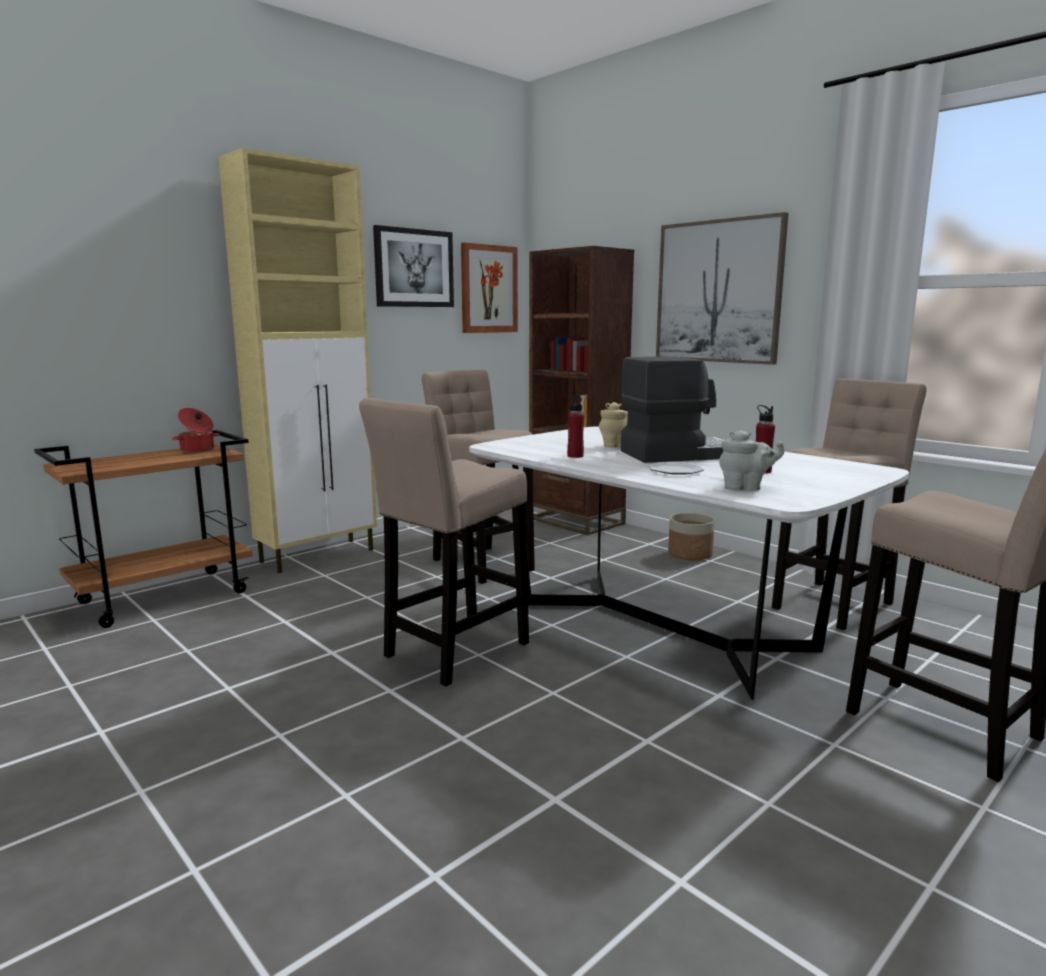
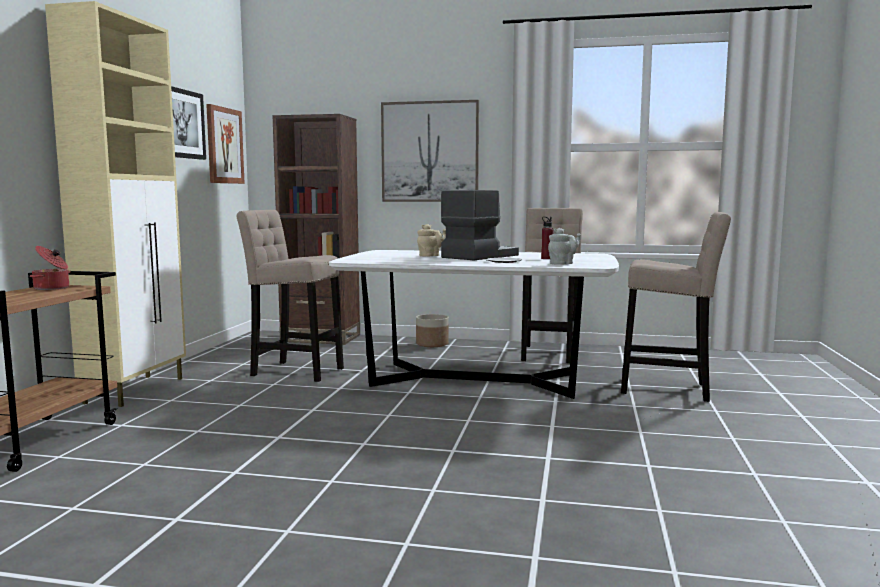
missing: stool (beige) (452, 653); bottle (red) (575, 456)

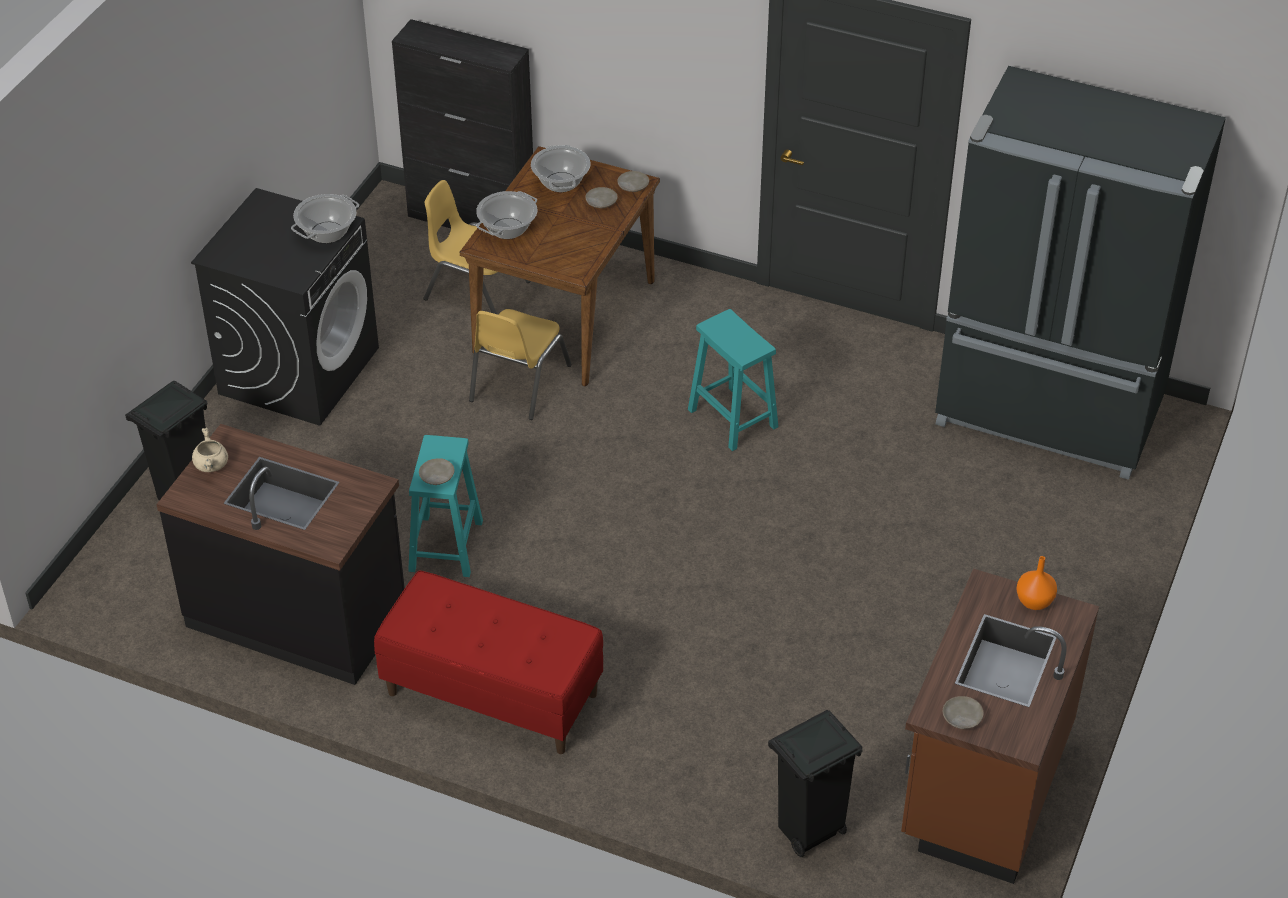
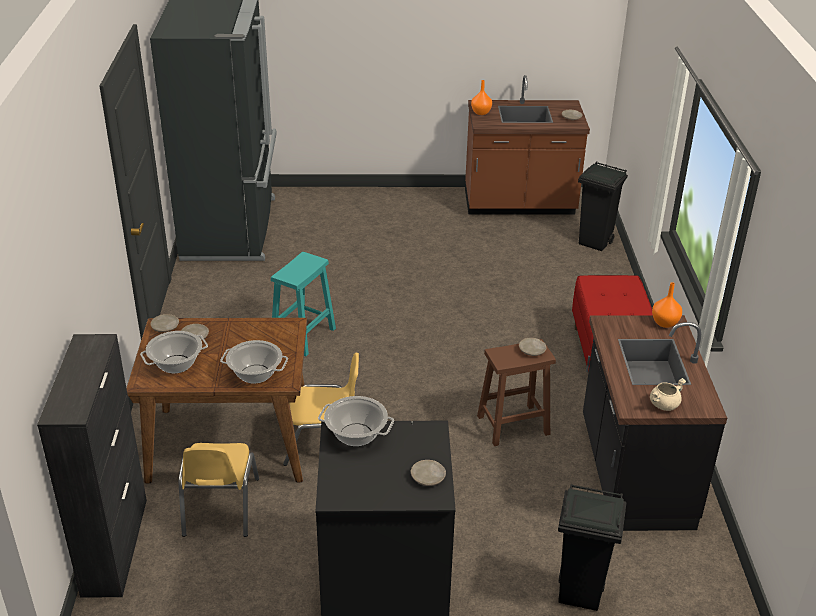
appeared: plate (beige) (428, 477); vase (orange) (665, 323)
colour: stool (turquoise) (446, 544) to stool (brown) (512, 425)

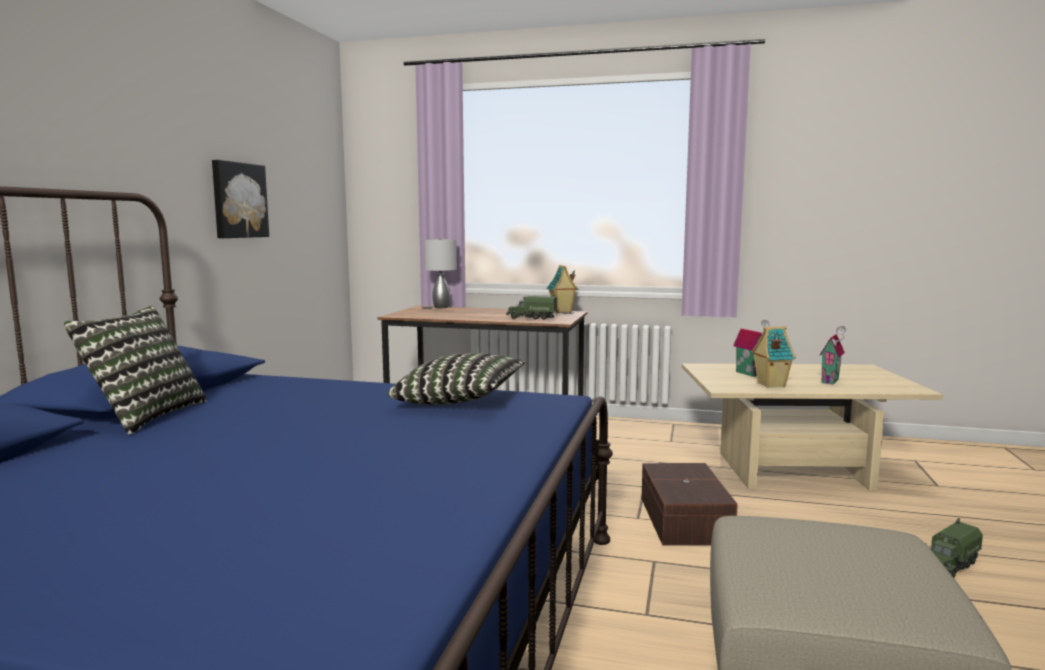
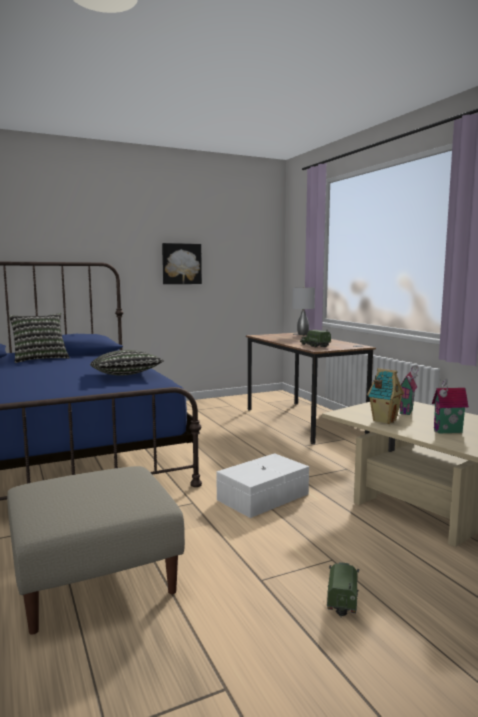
missing: toy house (561, 312)
colour: storage box (brown) (683, 520) to storage box (white) (261, 497)
spun: toy truck (948, 565) = (342, 597) 90 degrees clockwise

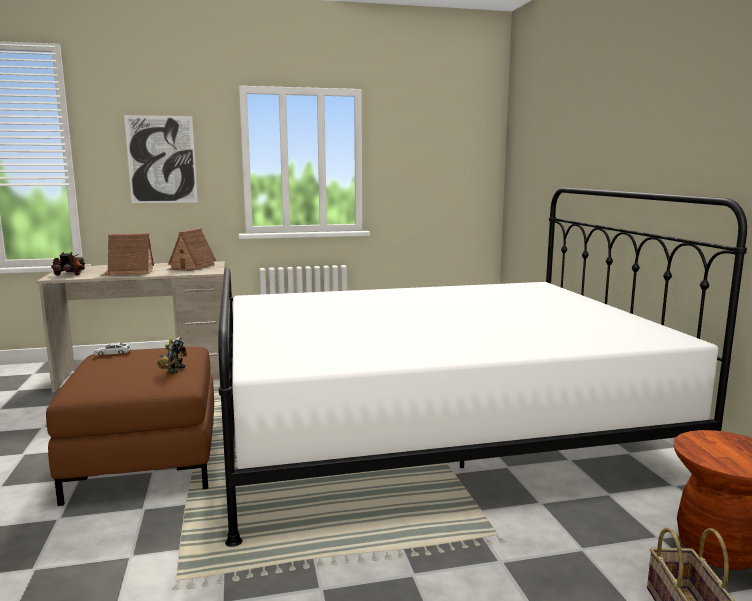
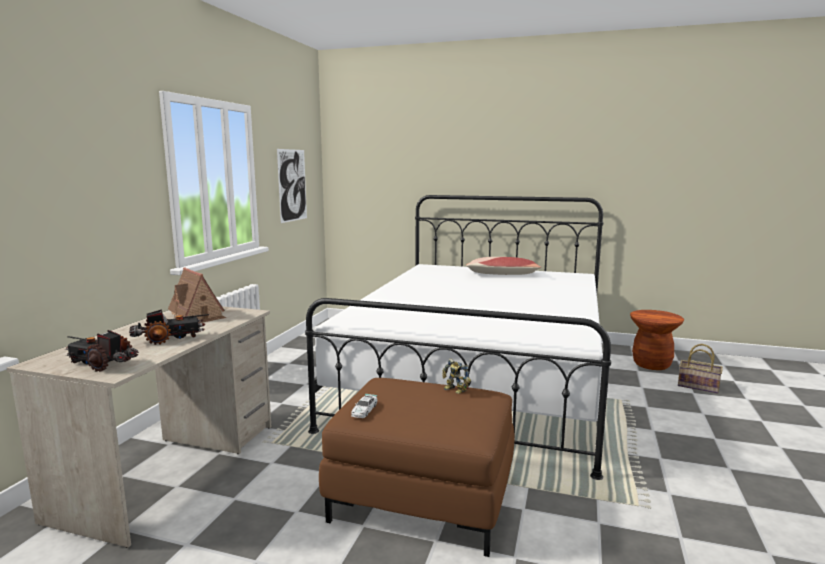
appeared: pillow (502, 274)
relocated: picture (161, 159) to (292, 185)
exchanged: toy house (128, 272) to toy truck (170, 339)

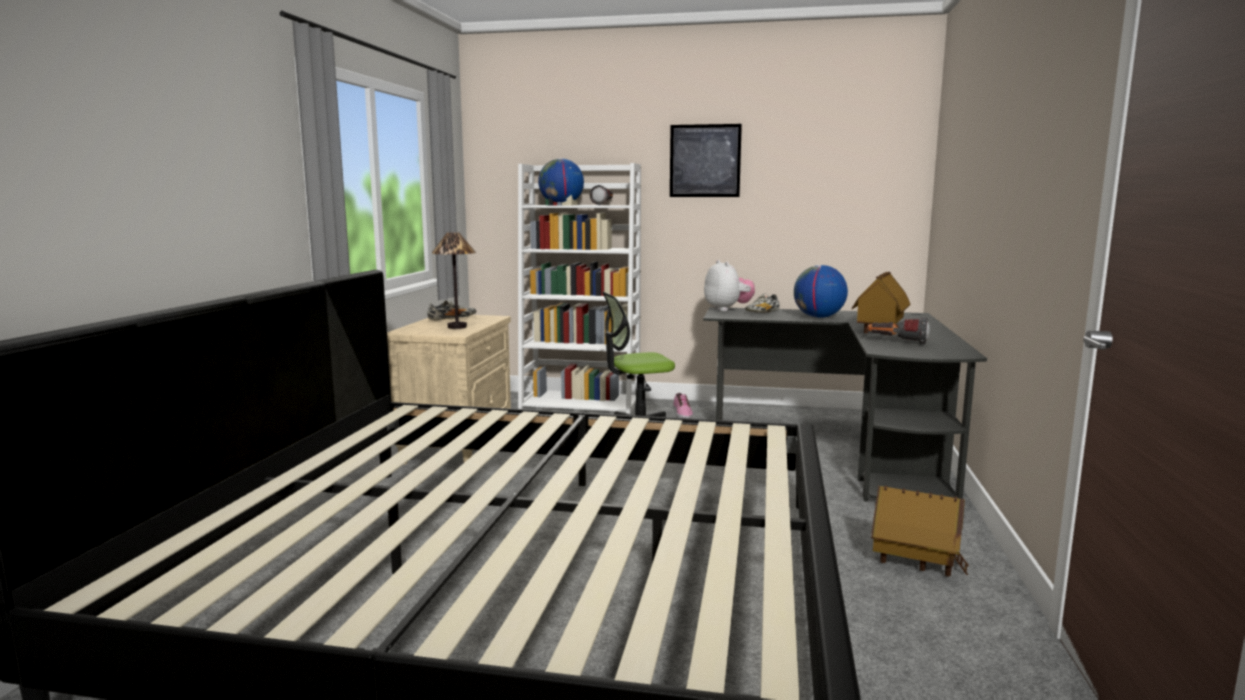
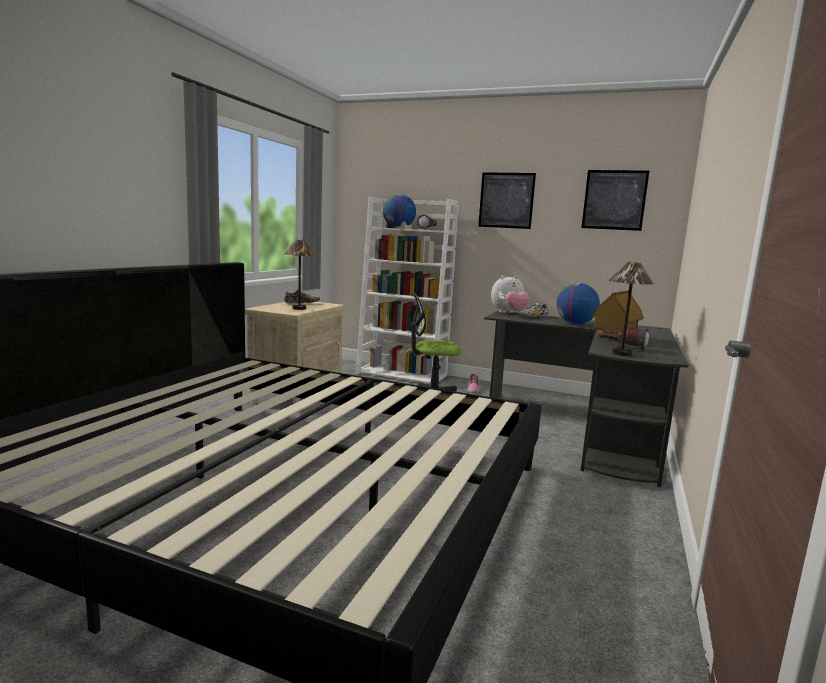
missing: toy house (915, 564)
appeared: picture (614, 200); table lamp (621, 353)
spun: plush toy (727, 309) = (509, 313) 75 degrees clockwise

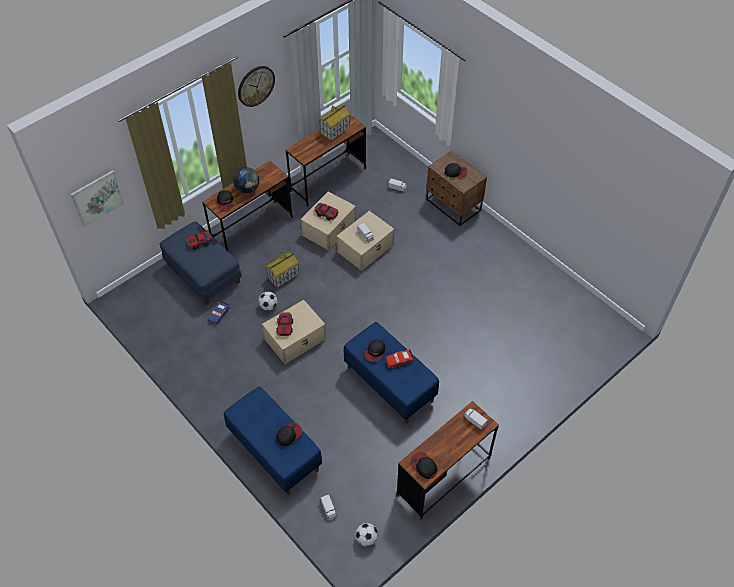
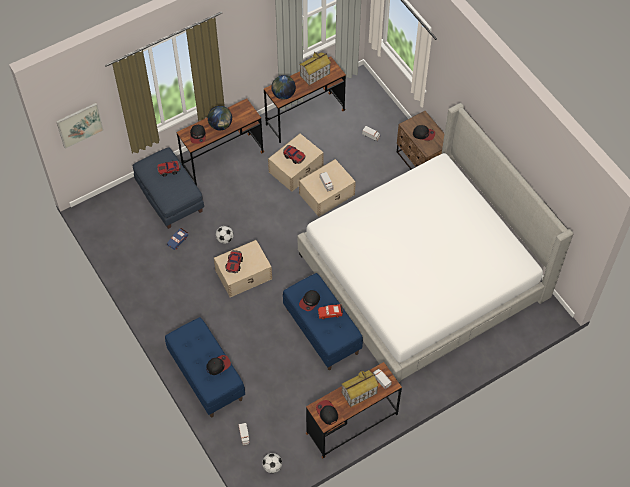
missing: wall clock (256, 86)
appeared: globe (283, 94); bed (423, 275)
relocated: toy house (283, 276) to (359, 393)

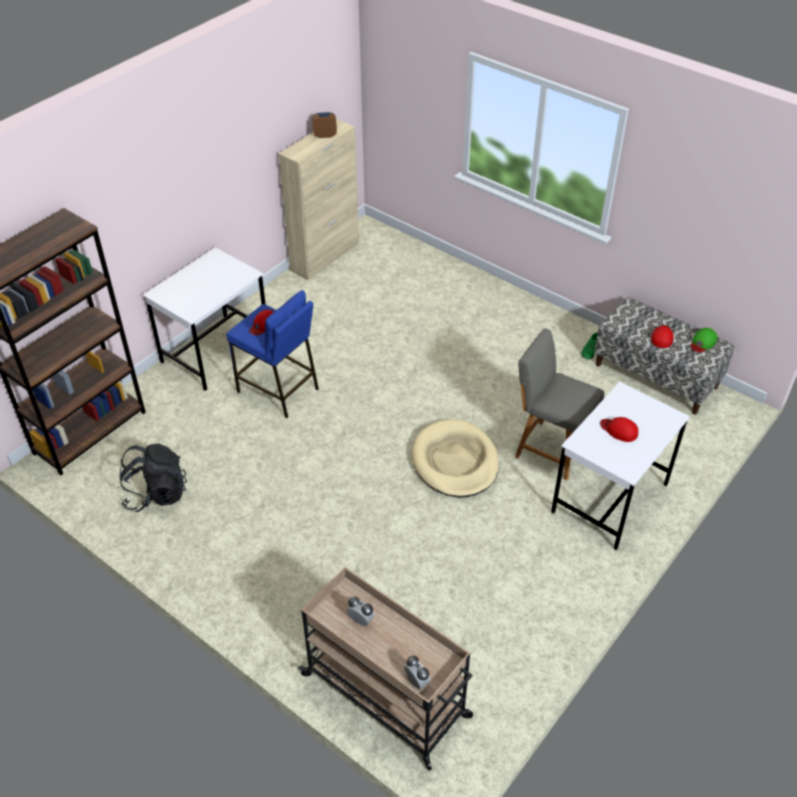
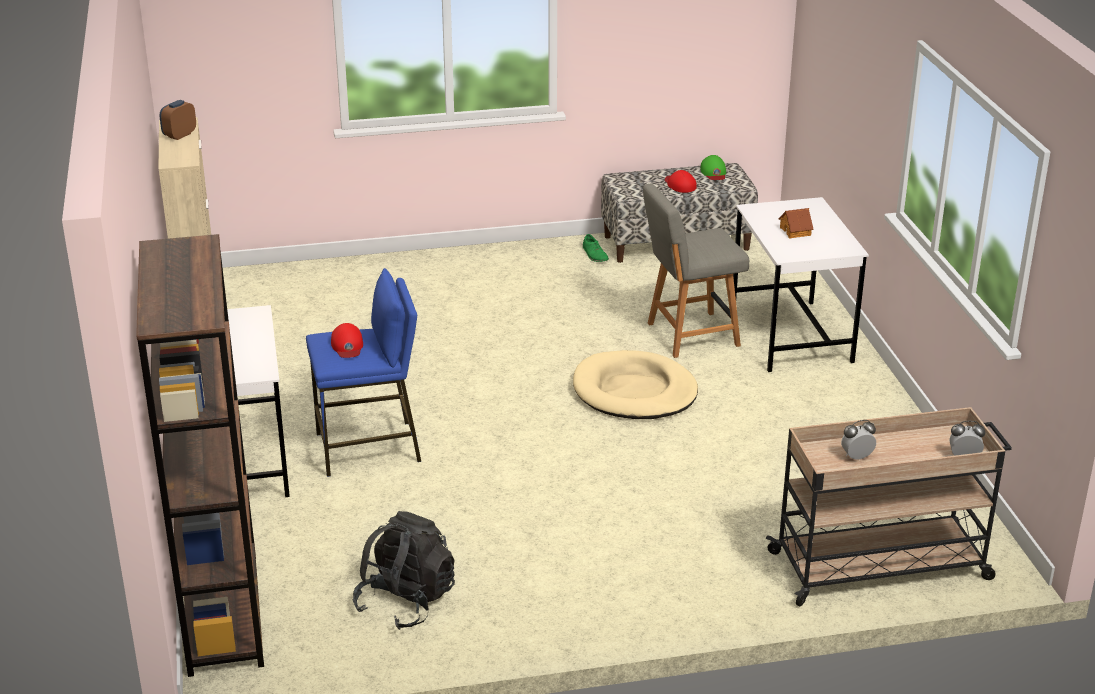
exchanged: cap (red) (619, 430) to toy house (795, 231)

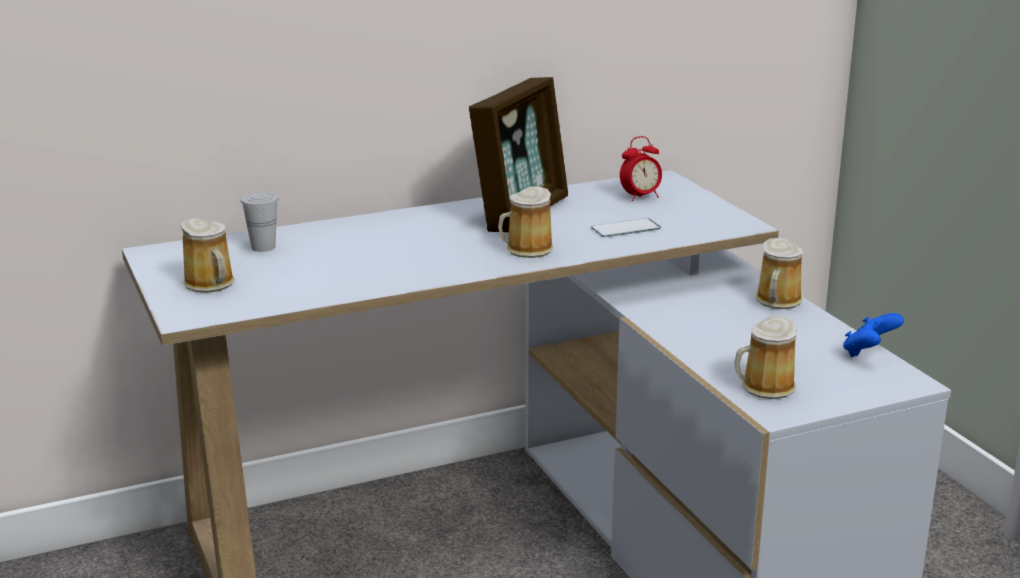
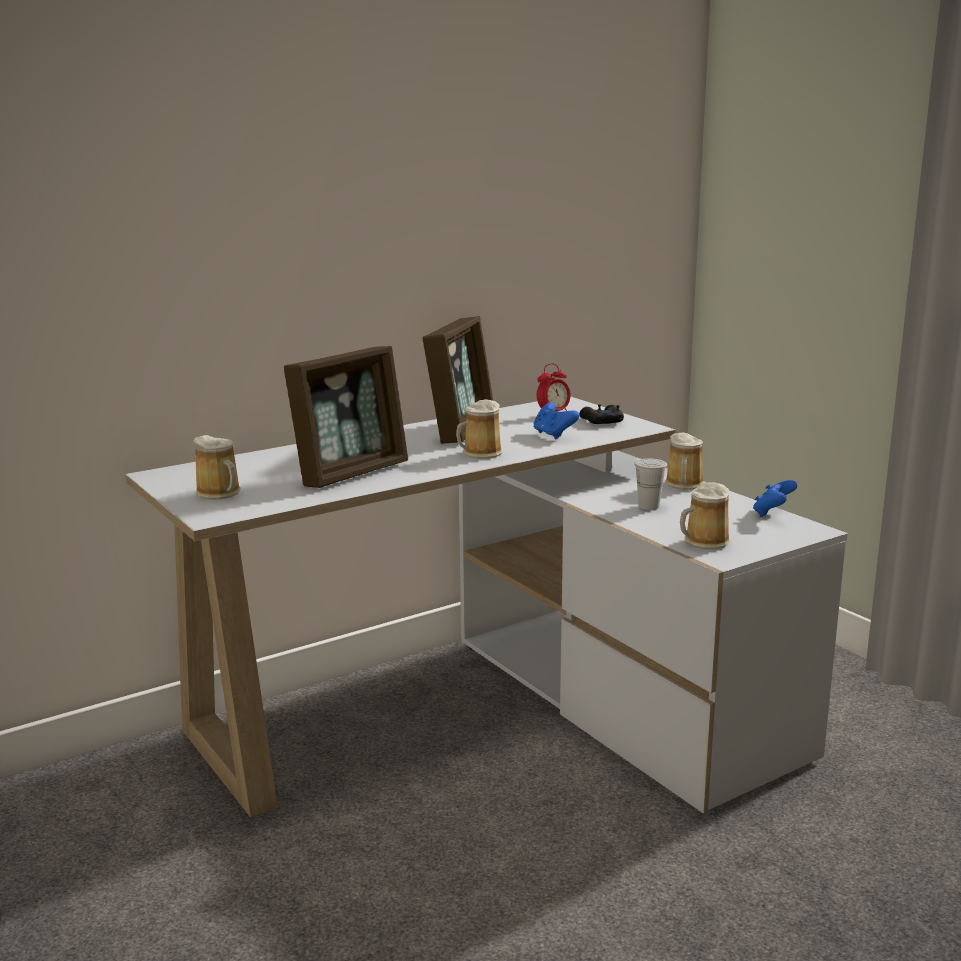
appeared: picture frame (351, 473); game controller (black) (601, 421)
relocated: cup (white) (263, 247) to (649, 506)
exchanged: phone (626, 228) to game controller (blue) (553, 435)

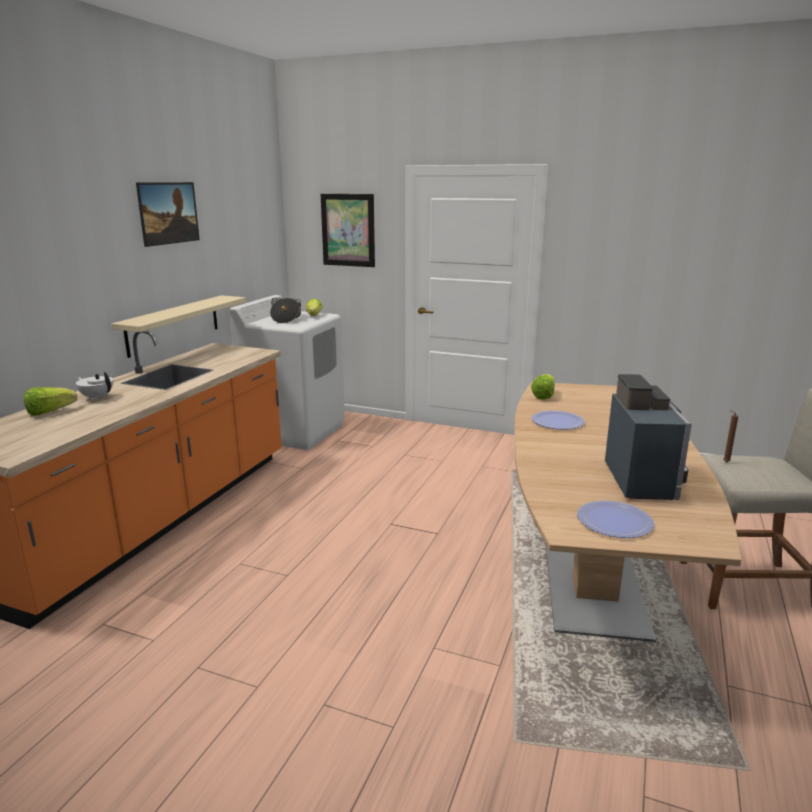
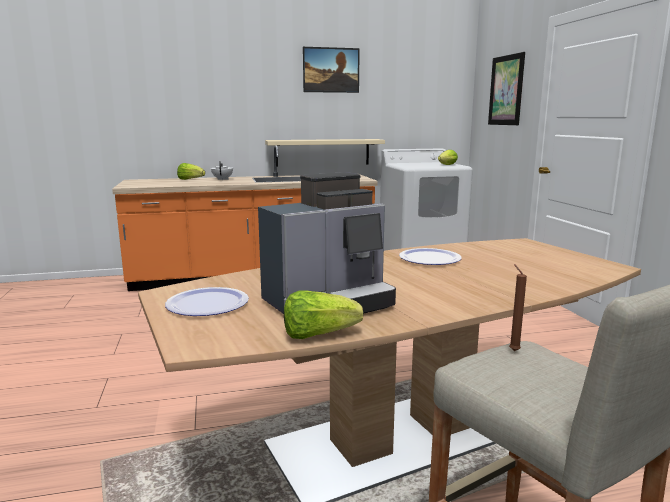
missing: cooking pot (286, 318)
relocated: lettuce (543, 396) to (318, 335)

